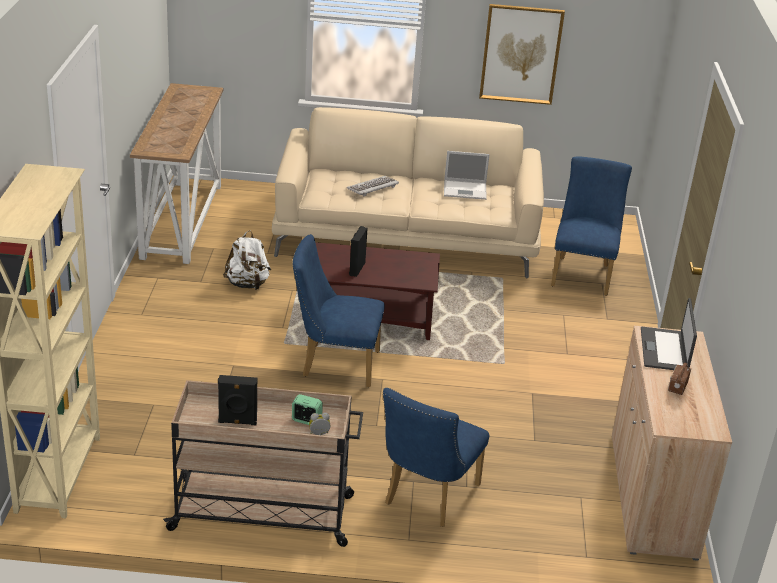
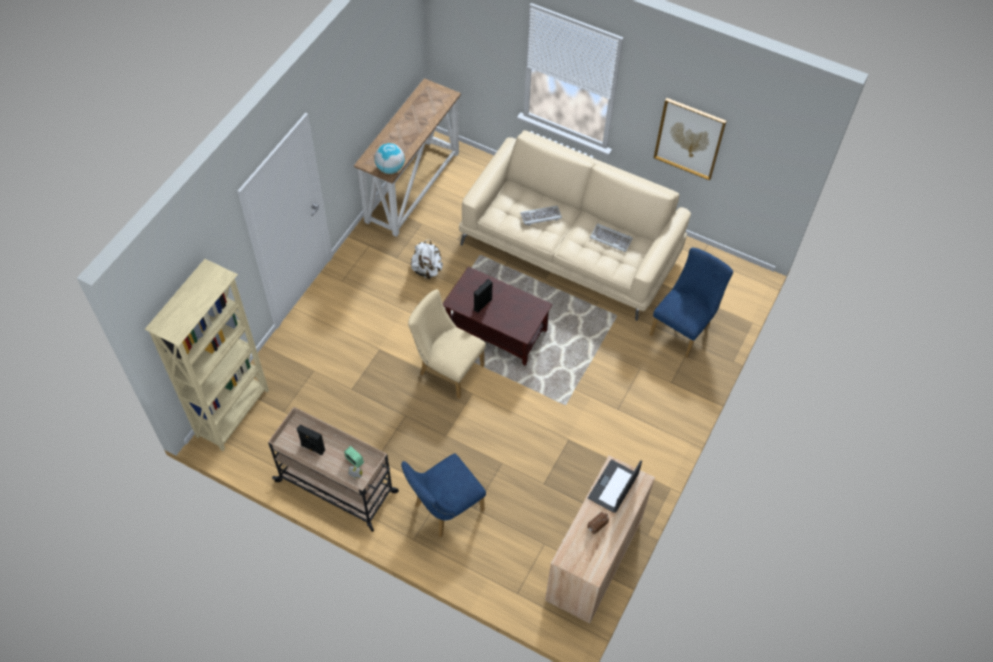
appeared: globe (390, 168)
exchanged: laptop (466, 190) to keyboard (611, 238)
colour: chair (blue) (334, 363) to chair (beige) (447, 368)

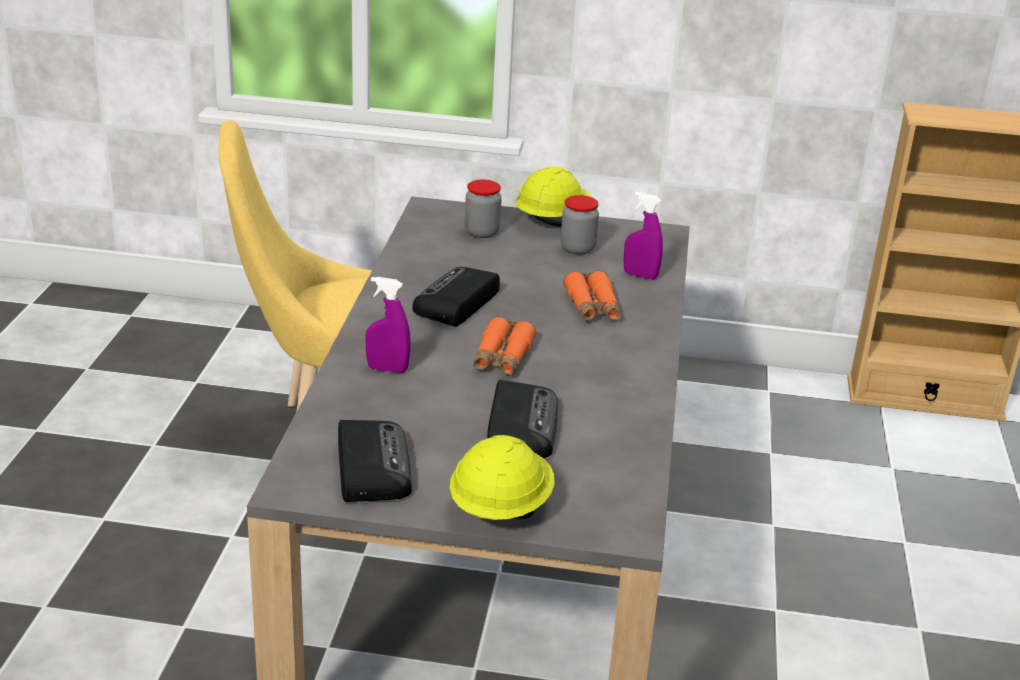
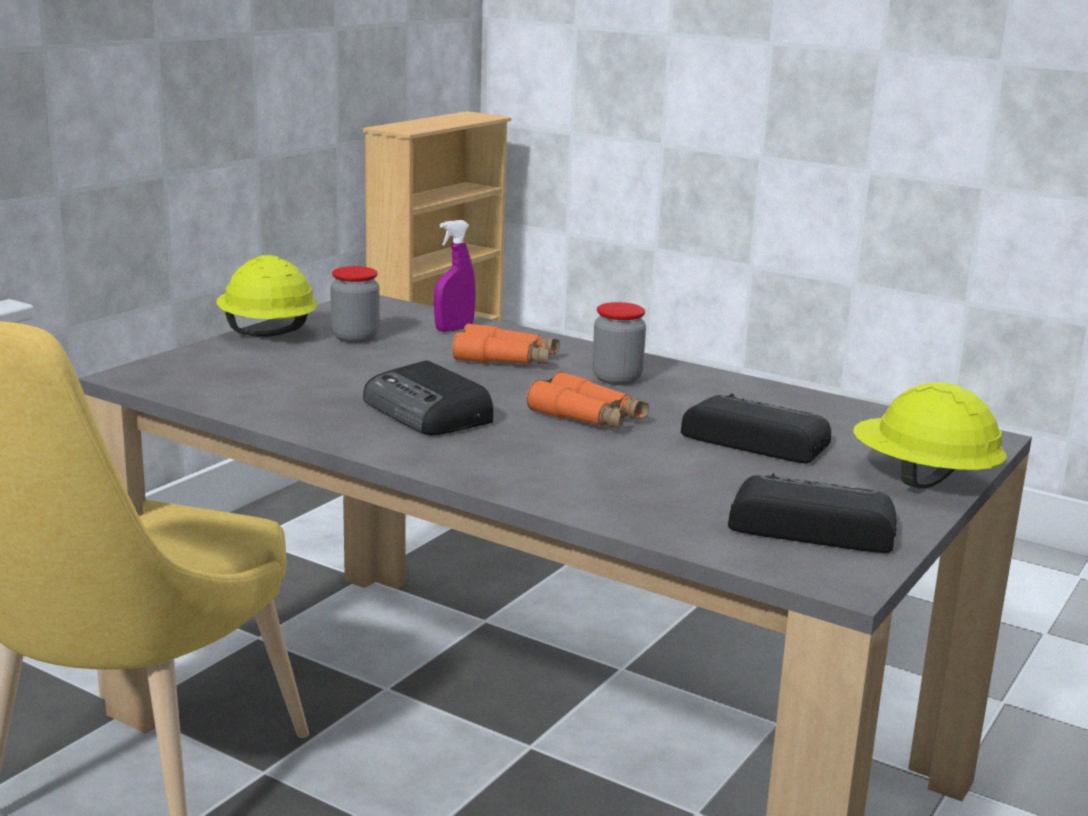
missing: spray bottle (purple) (387, 369)
relocated: jar (482, 232) to (617, 379)

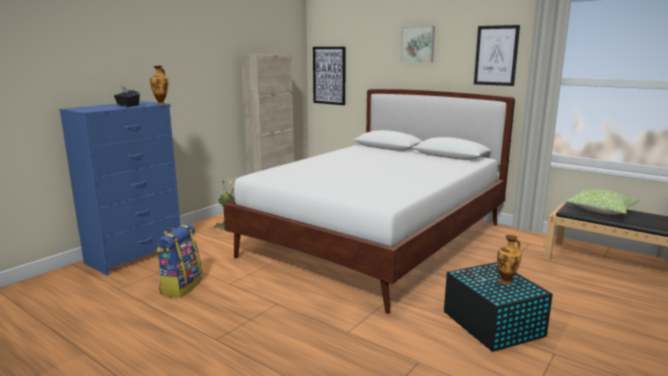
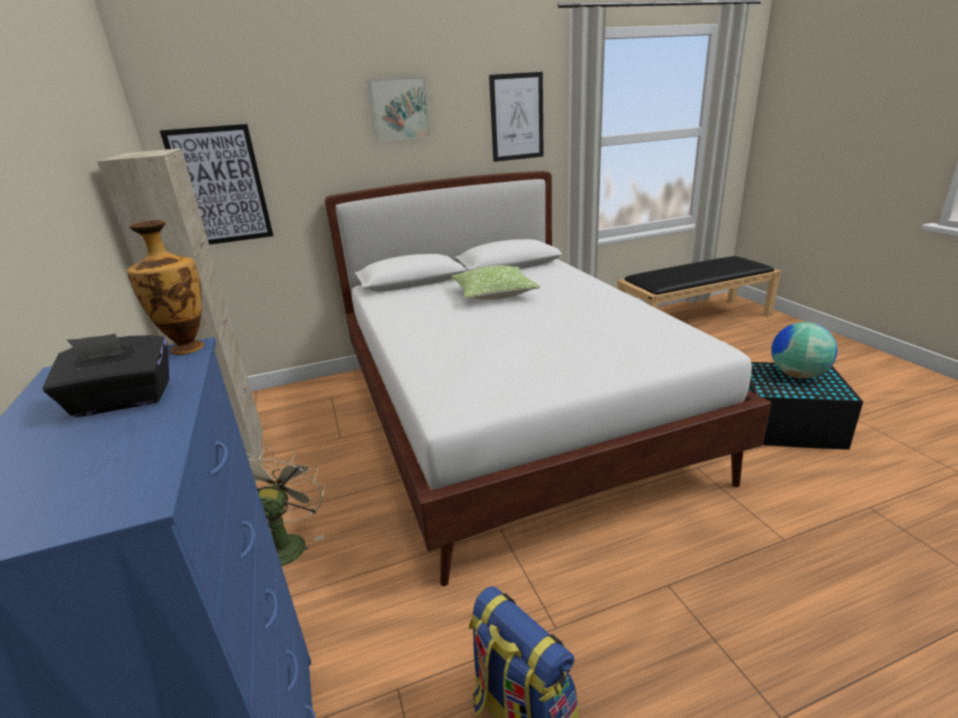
relocated: pillow (601, 210) to (494, 294)
exchanged: vase (506, 282) to globe (797, 375)

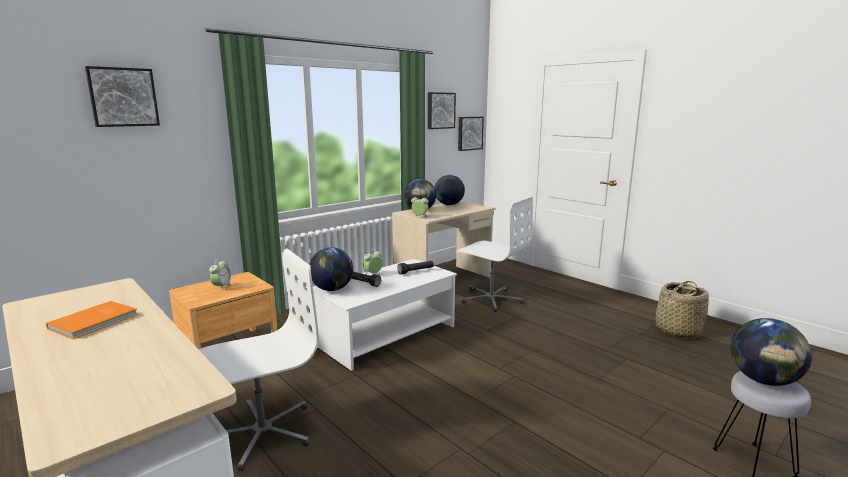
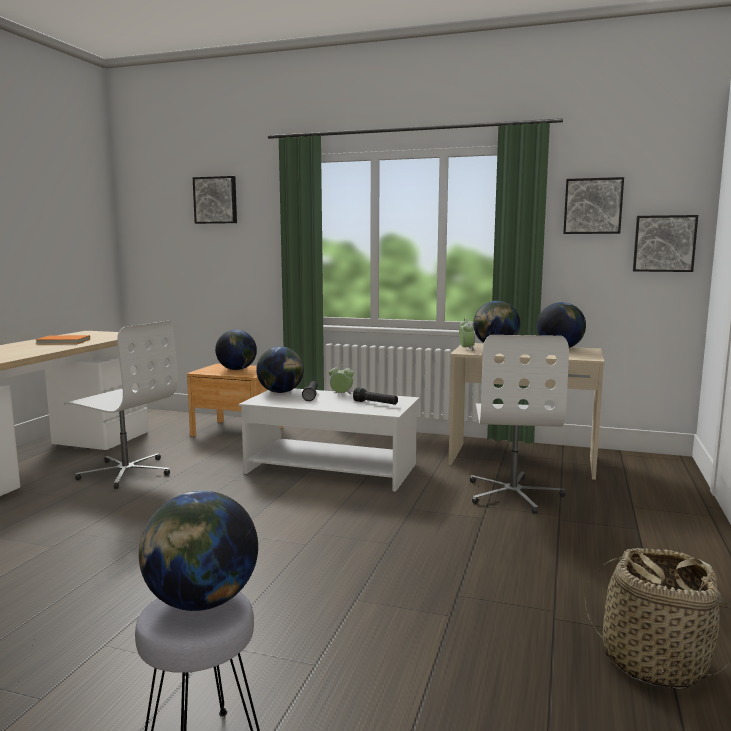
exchanged: alarm clock (222, 287) to globe (237, 369)

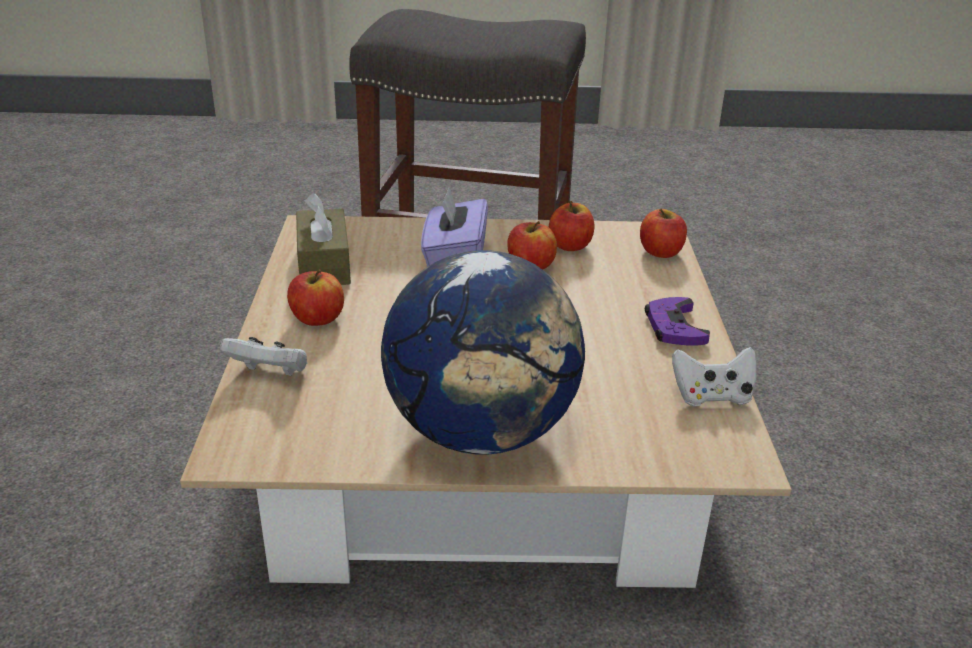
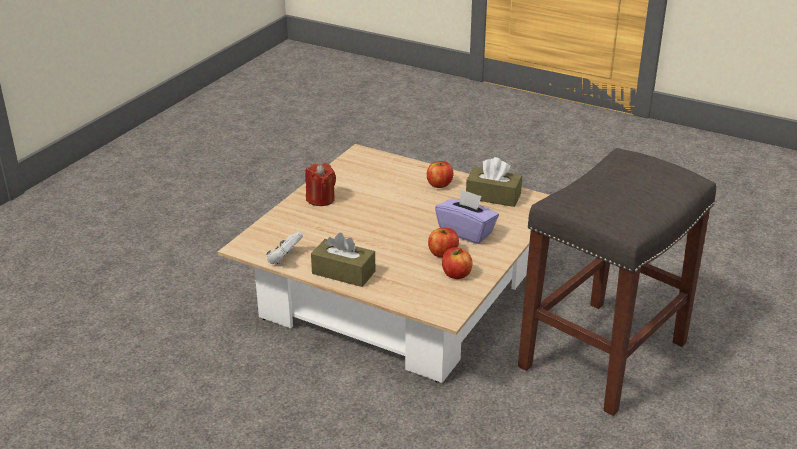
missing: game controller (white) (270, 374); apple (660, 252)
exchanged: globe (482, 432) to candle (red) (320, 199); game controller (purple) (674, 327) to tissue box (brown) (343, 272)

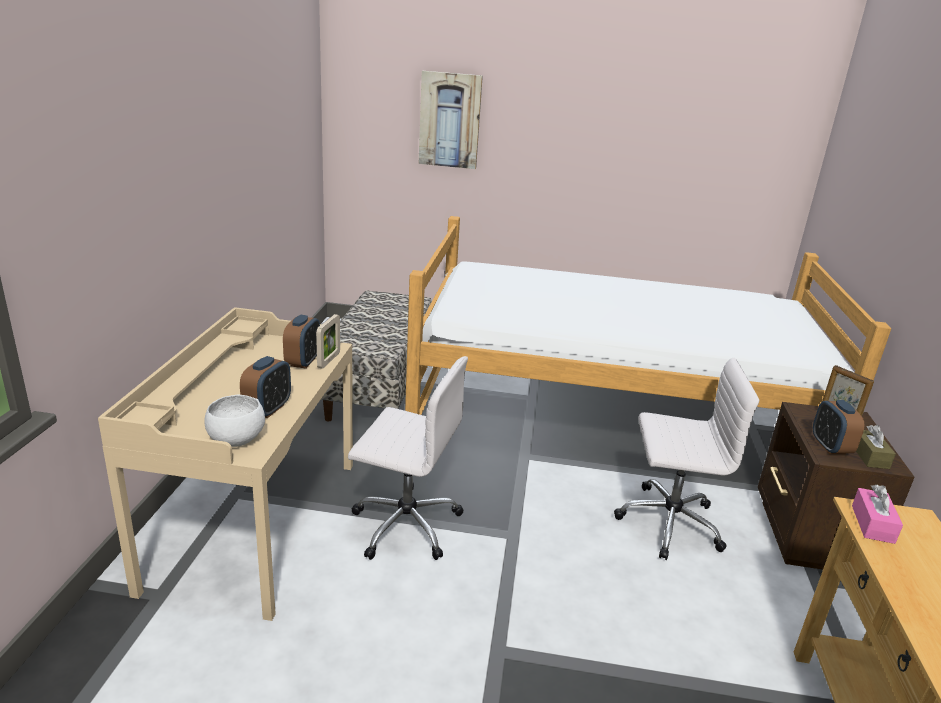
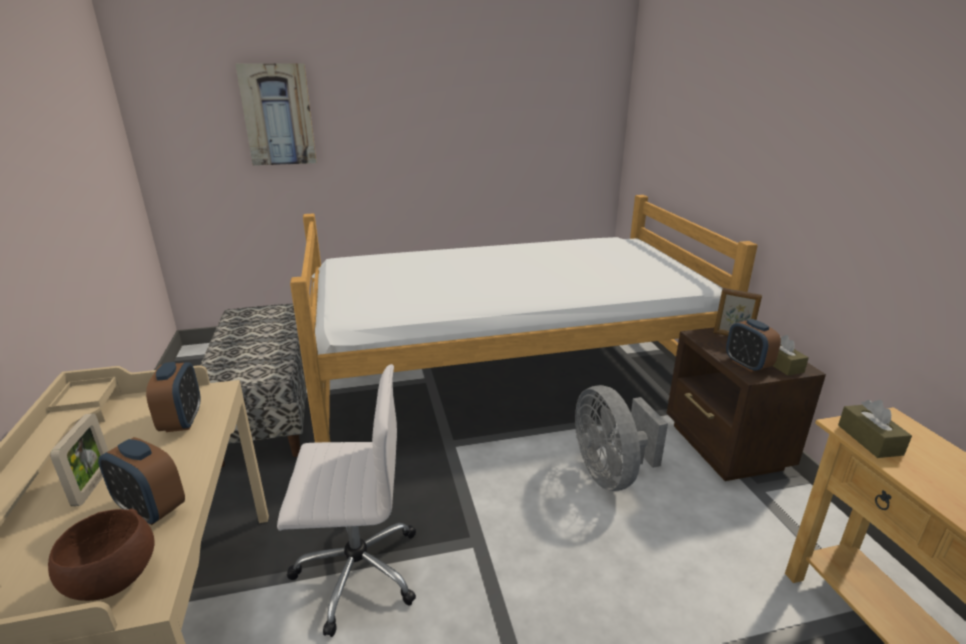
relocated: picture frame (329, 360) to (93, 485)
exchanged: office chair (white) (667, 522) to fan (grey) (610, 473)
colour: bowl (white) (235, 440) to bowl (brown) (112, 581); tissue box (pink) (872, 524) to tissue box (brown) (869, 440)
spun: alarm clock (268, 409) = (151, 509) 120 degrees clockwise

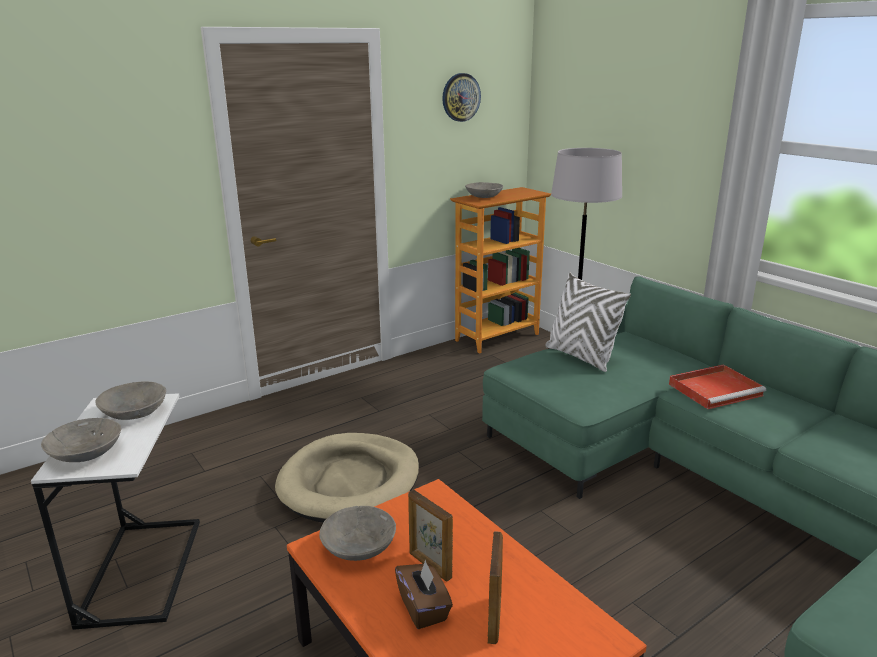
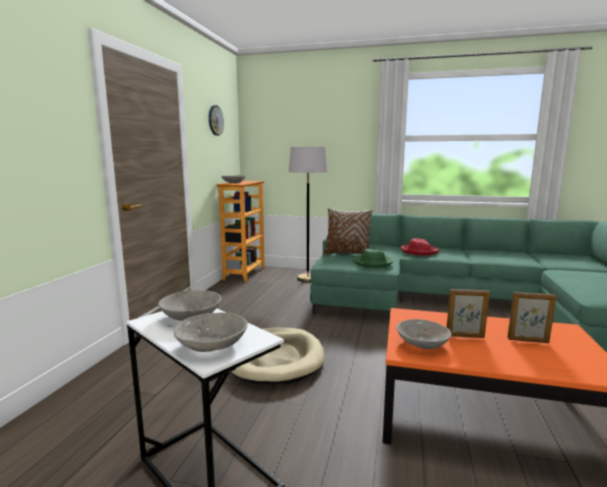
missing: tissue box (brown) (423, 608)
appeared: hat (green) (372, 262)
exchanged: tray (red) (716, 389) to hat (red) (419, 251)
colour: pillow (white) (581, 357) to pillow (brown) (347, 253)
spun: picture frame (494, 619) = (528, 340) 135 degrees clockwise

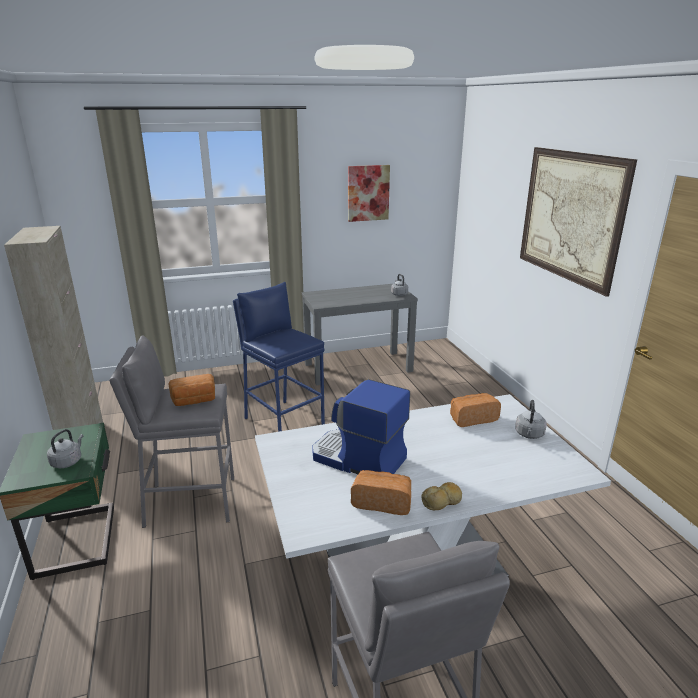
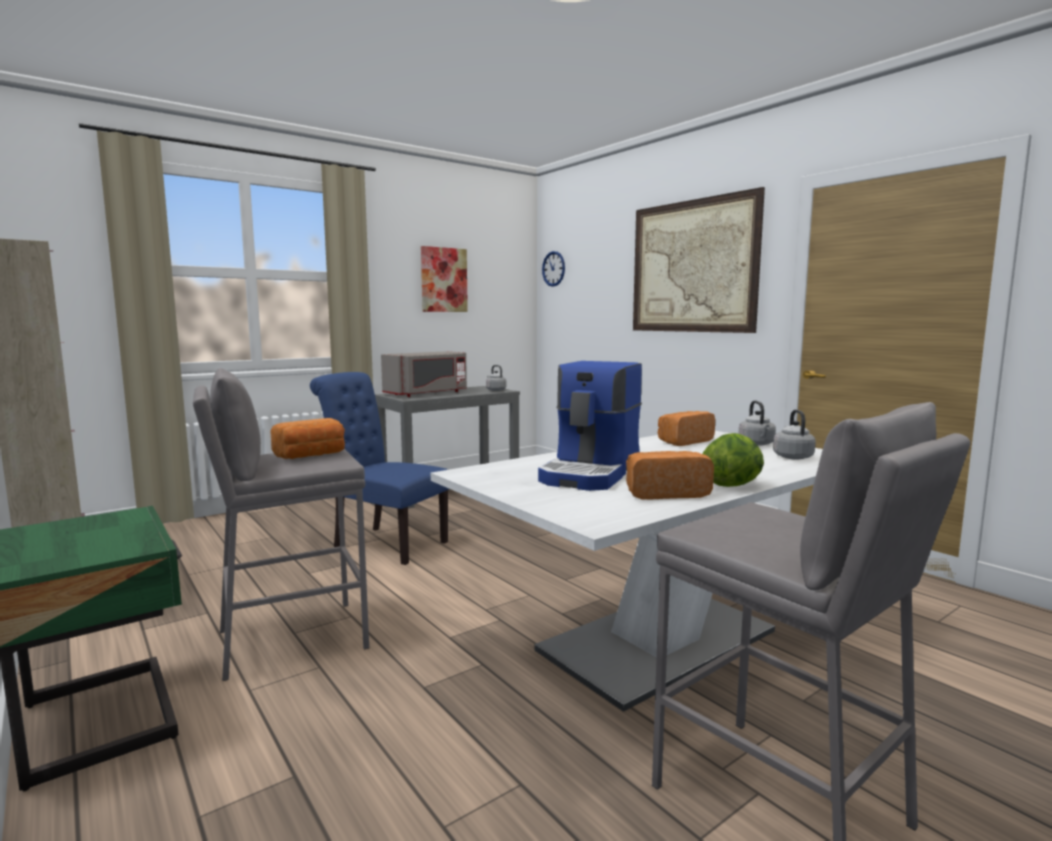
appeared: microwave (grey) (427, 393); wall clock (553, 268)
relocated: kettle (grey) (68, 461) to (792, 456)
exchanged: stool (blue) (283, 421) to chair (blue) (384, 543); bread (442, 501) to lettuce (733, 485)
spun: coffee machine (357, 459) = (592, 473) 75 degrees counterclockwise

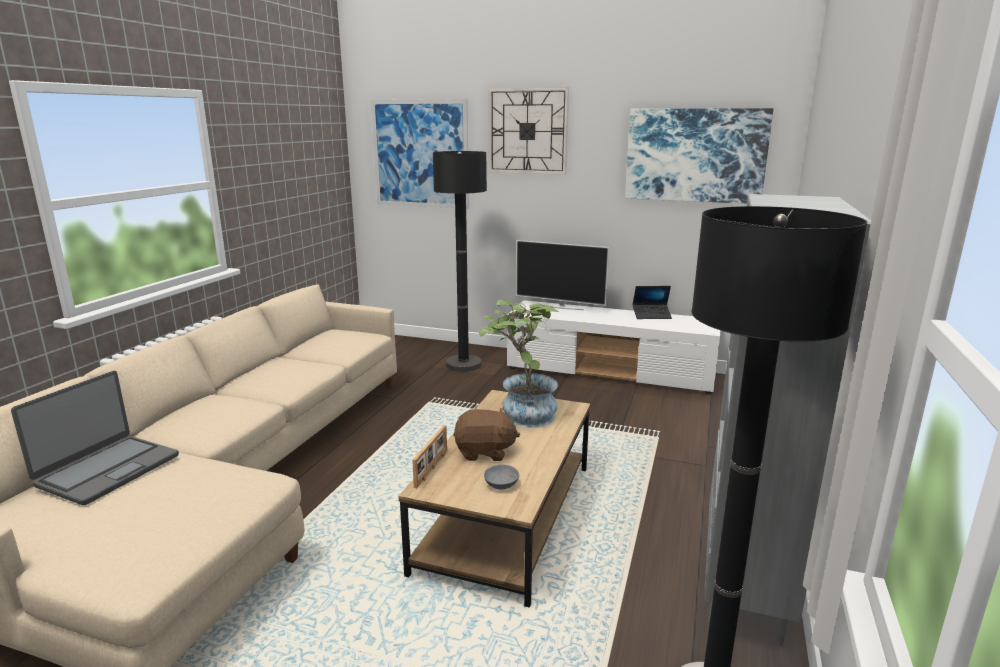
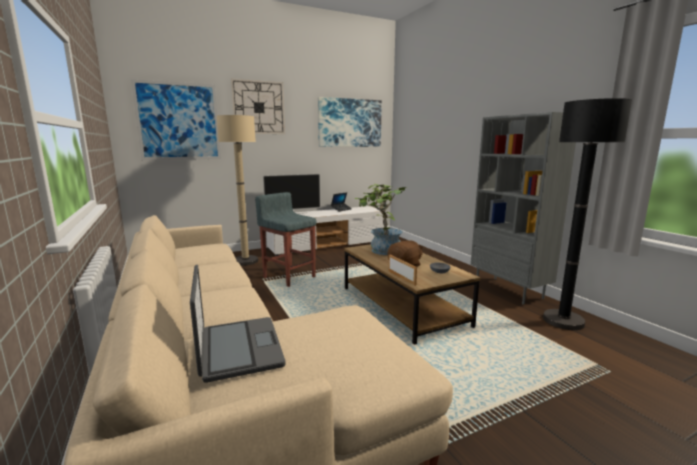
appeared: stool (grey) (289, 277)
colour: floor lamp (black) (463, 364) to floor lamp (beige) (245, 261)

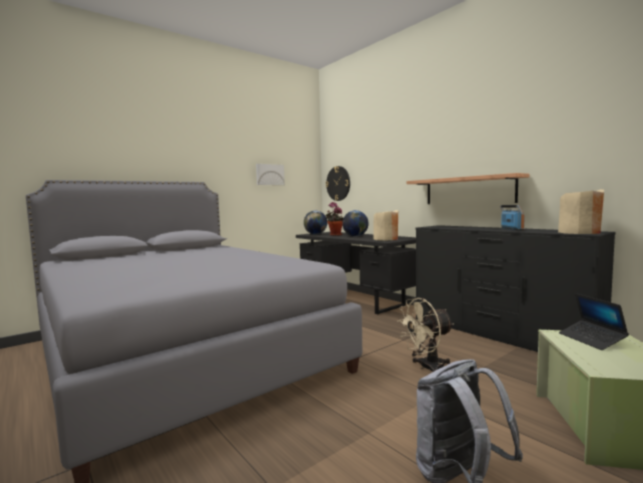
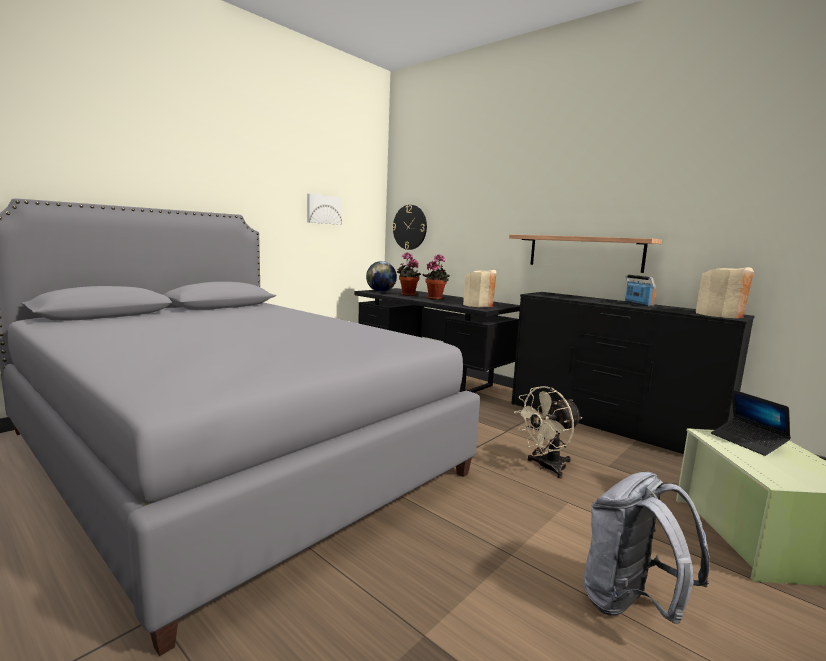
exchanged: globe (355, 236) to potted plant (436, 298)

